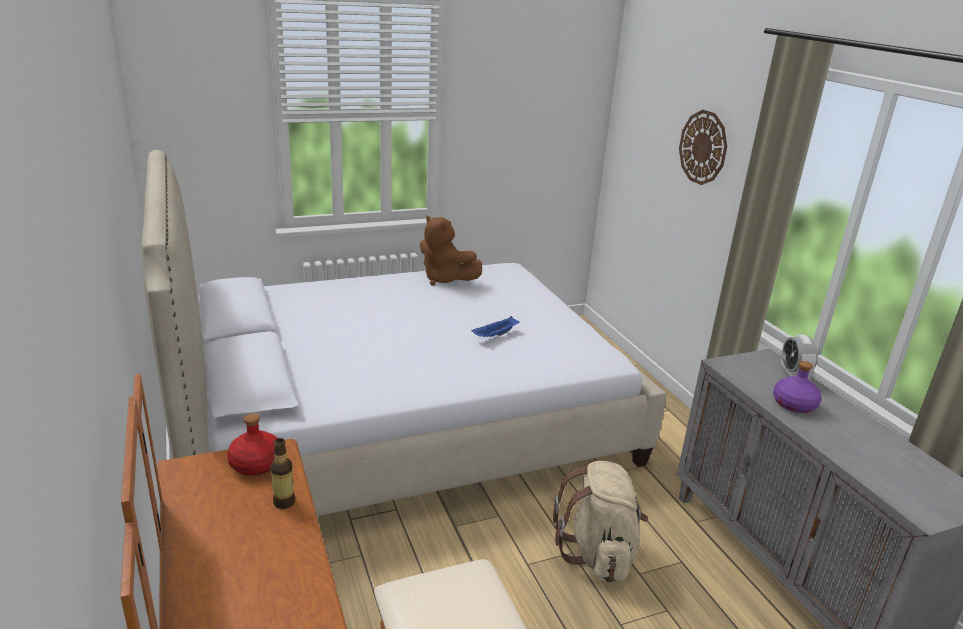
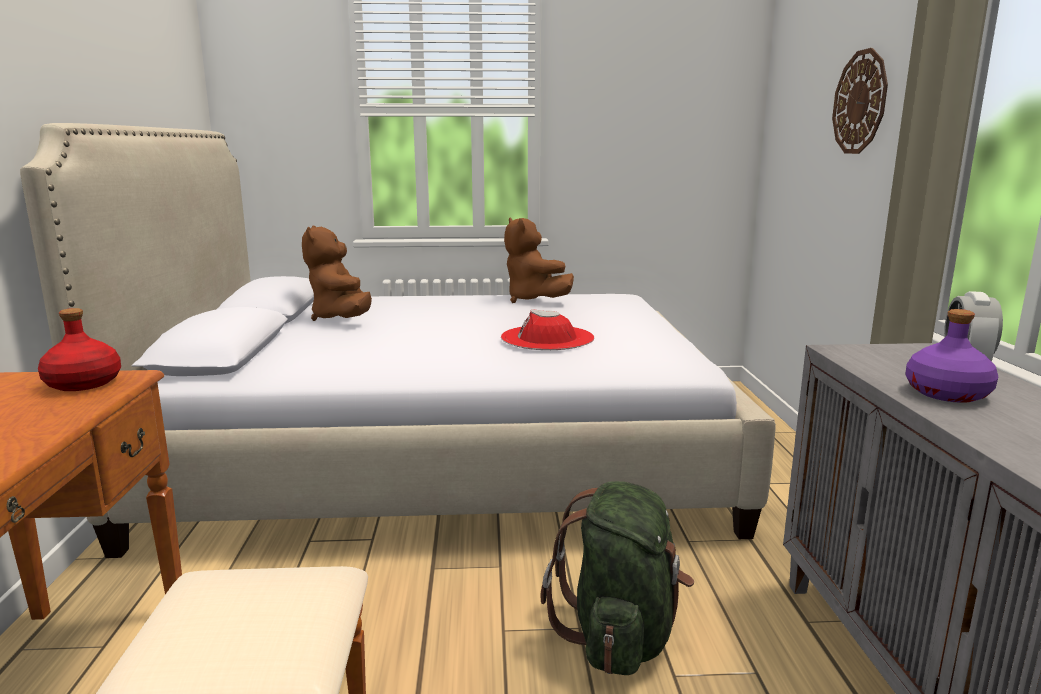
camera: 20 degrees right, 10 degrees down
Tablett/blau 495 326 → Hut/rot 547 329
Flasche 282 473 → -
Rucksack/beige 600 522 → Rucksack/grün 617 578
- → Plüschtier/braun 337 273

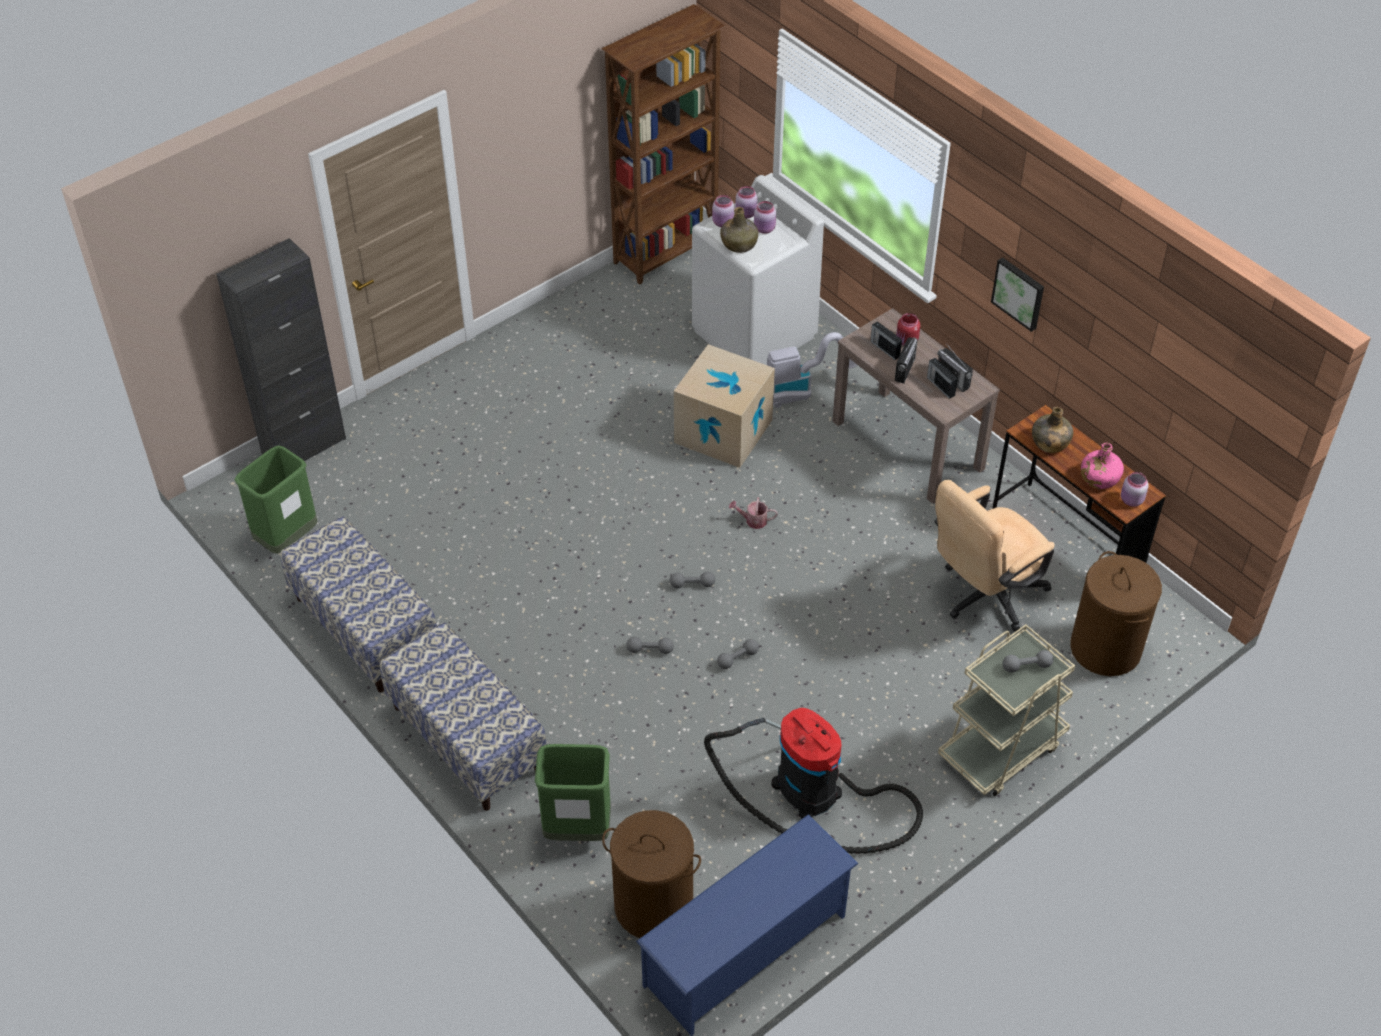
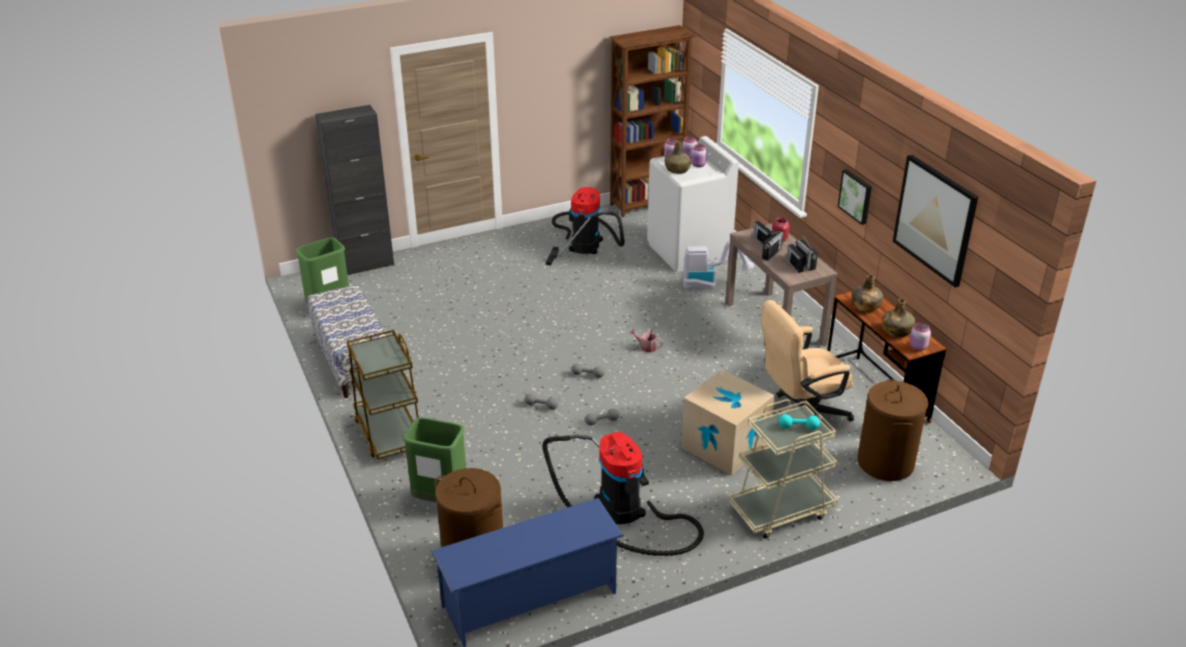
camera: 15 degrees right, 15 degrees down
Karton 724 406 → Karton 728 423, relocated
Flasche/rosa 1102 466 → Flasche/grün 898 318
Bank 463 716 → Rollwagen/braun 382 394
Hantel/grau 1028 661 → Hantel/türkis 799 422
- → Bild 935 221
- → Staubsauger 585 226

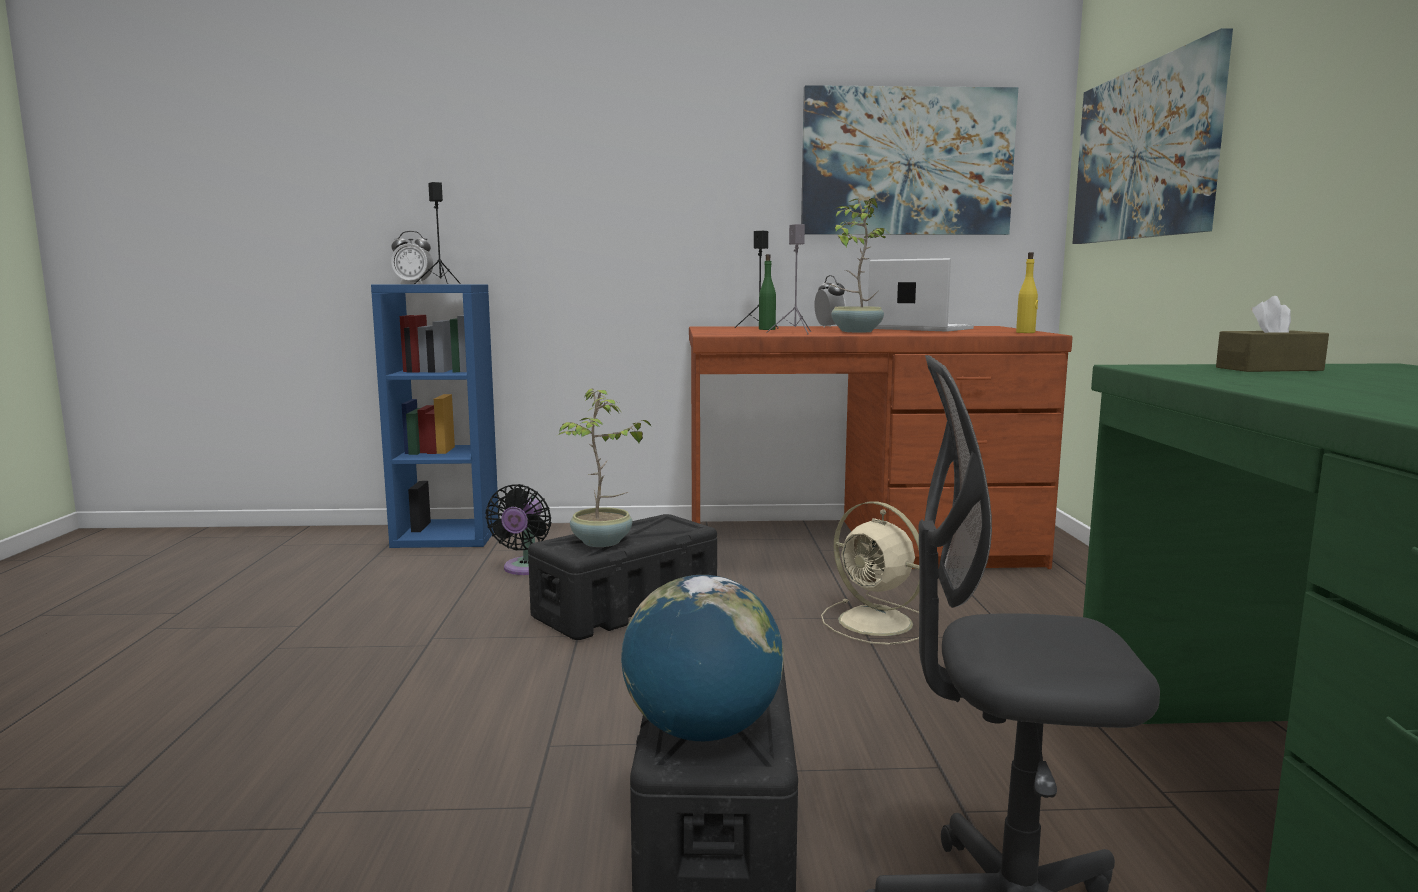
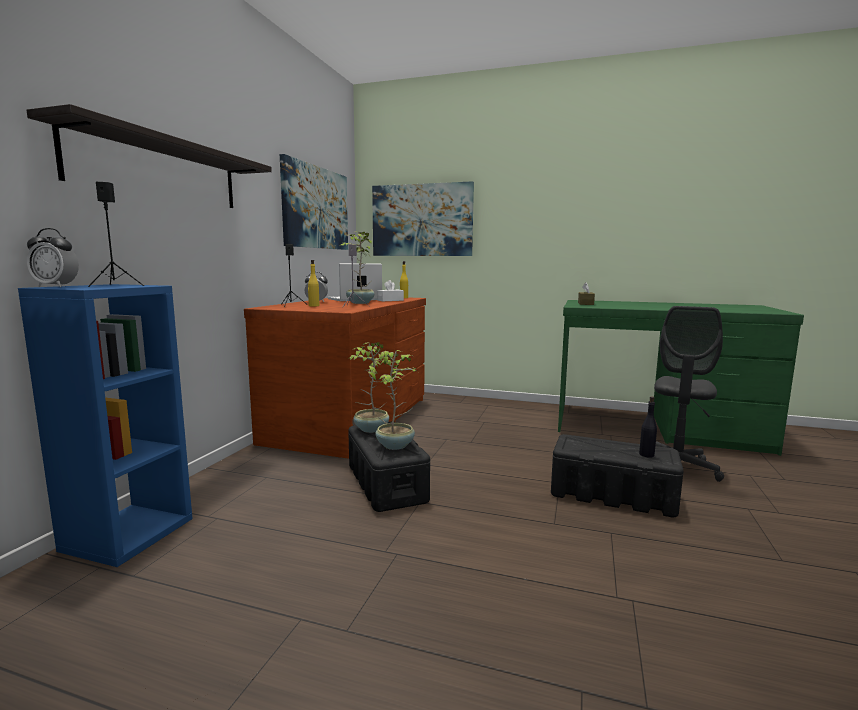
camera: 70 degrees left, 0 degrees up
Wecker 412 257 → Wecker 53 257, 75 degrees clockwise
Flasche/grün 767 292 → Flasche/gelb 314 283
Ventilator/schwarz 518 529 → -
Ventilator/beige 870 573 → -
Globus 702 658 → Flasche/schwarz 648 427
- → Wandregal 149 156
- → Taschentuchbox/weiß 390 290
- → Topfpflanze 368 387

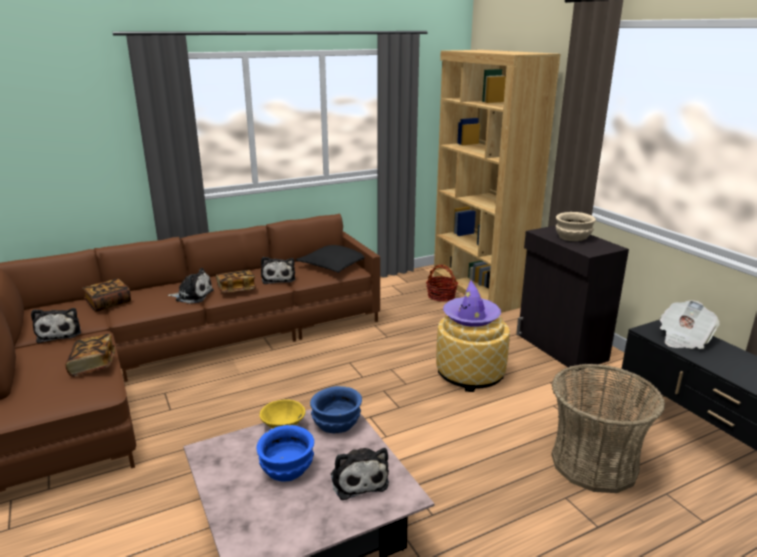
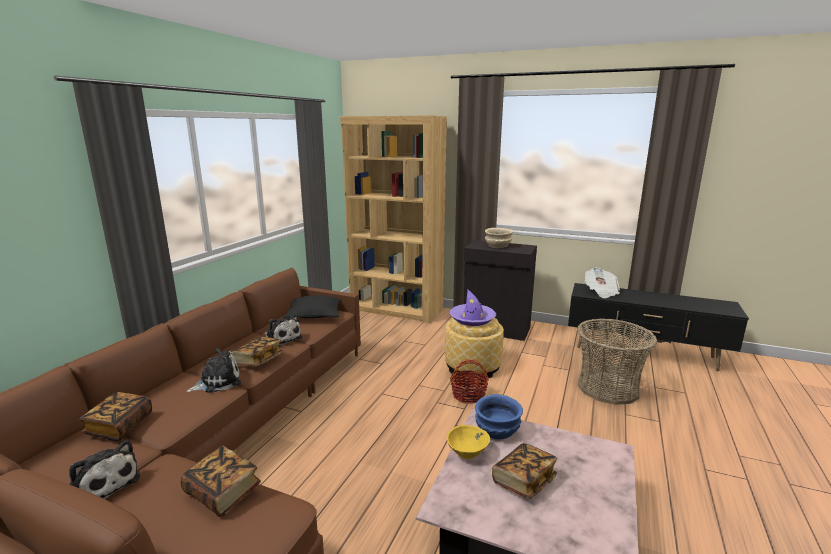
camera: 40 degrees left, 5 degrees down
Korb 442 283 → Korb 469 381, relocated
Schüssel/blau 285 453 → Buch 524 471
Plüschtier 360 474 → -

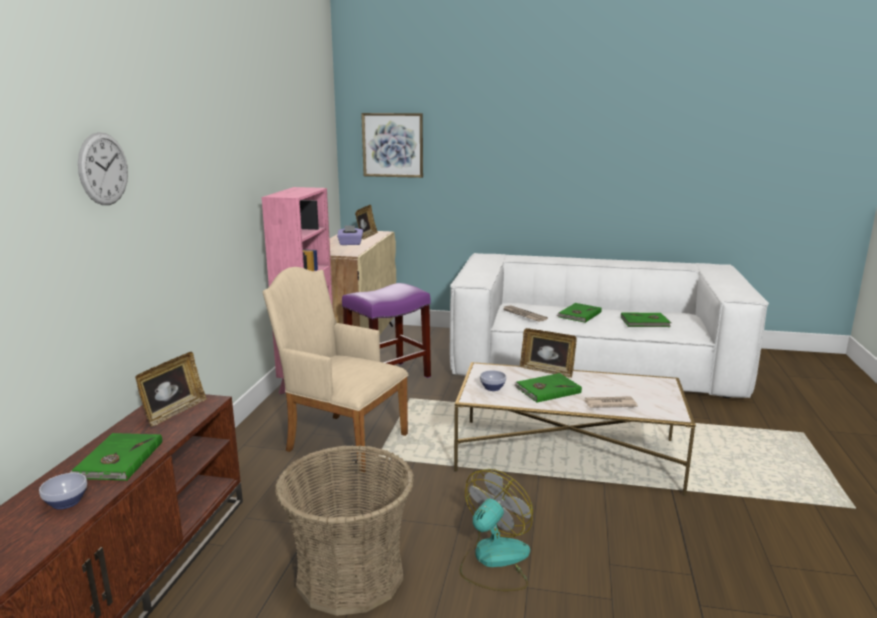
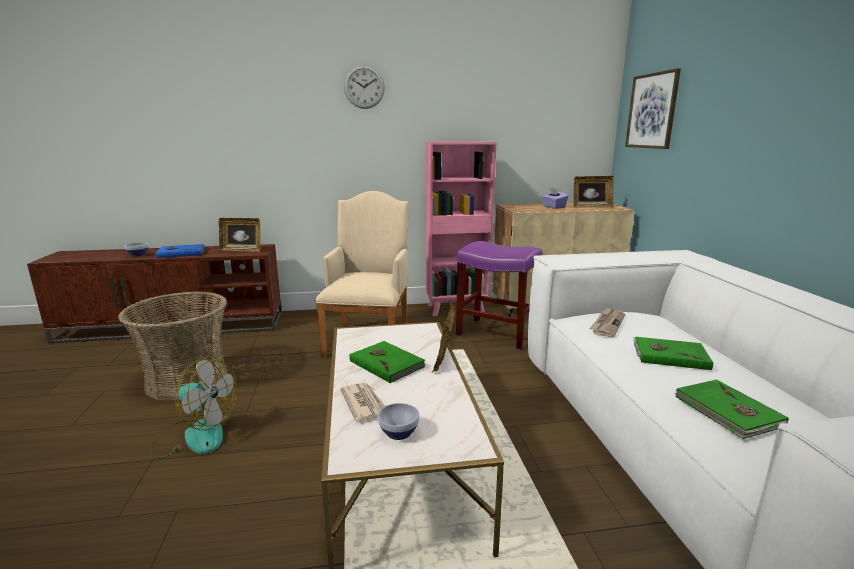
camera: 70 degrees right, 0 degrees up
Wanduhr 103 168 → Wanduhr 364 87, relocated
Schüssel 493 380 → Schüssel 399 421, relocated
Buch/grün 115 457 → Buch/blau 180 251

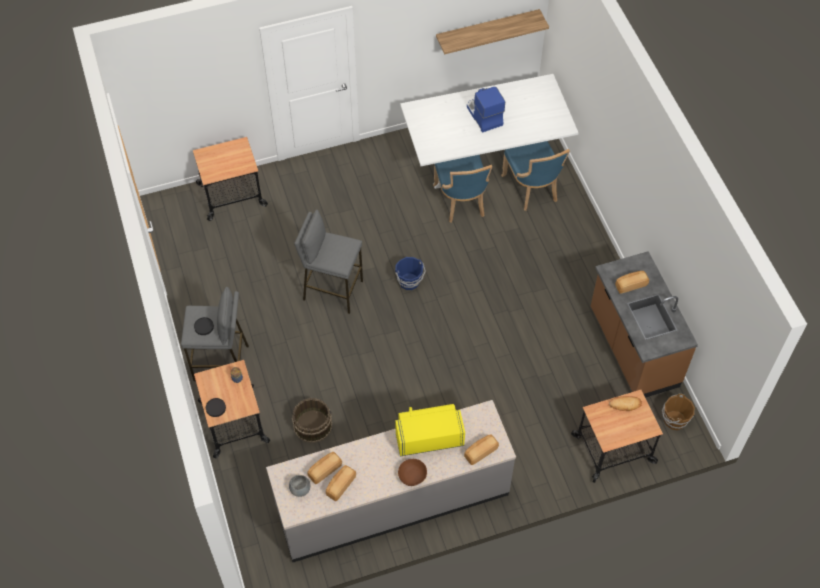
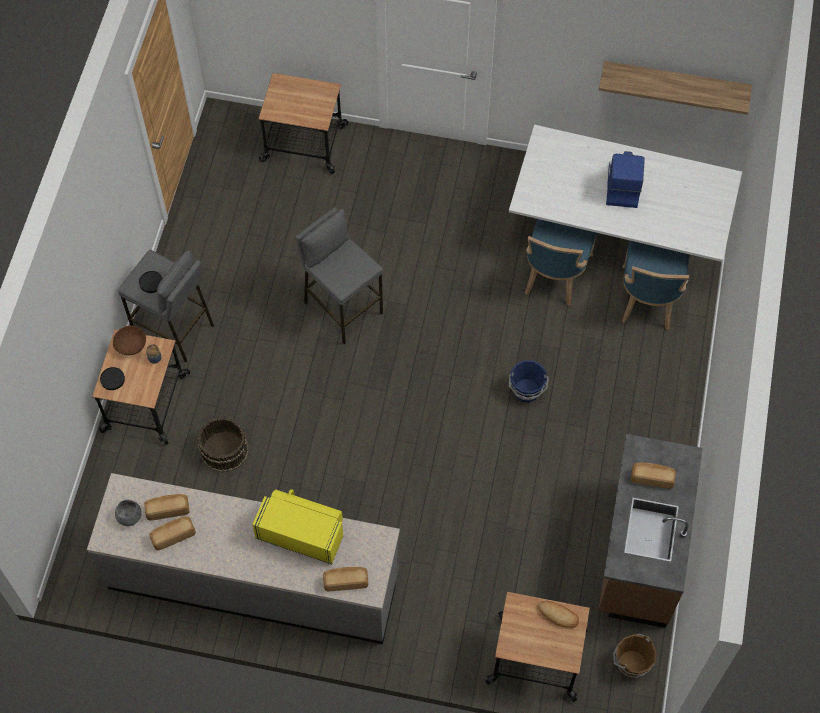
camera: 30 degrees right, 5 degrees up
Eimer/blau 410 273 → Eimer/blau 529 381, relocated
Schüssel/braun 412 472 → Schüssel/braun 129 340, relocated

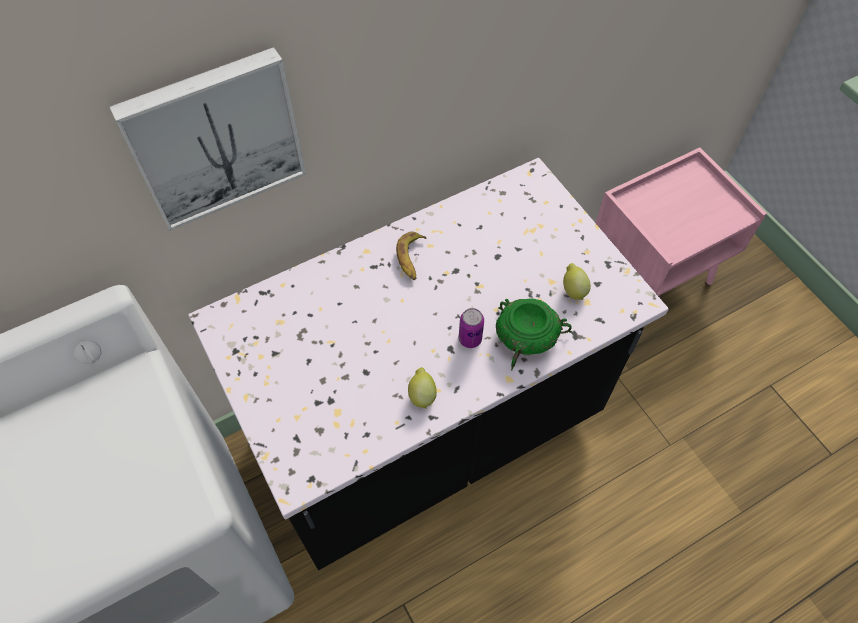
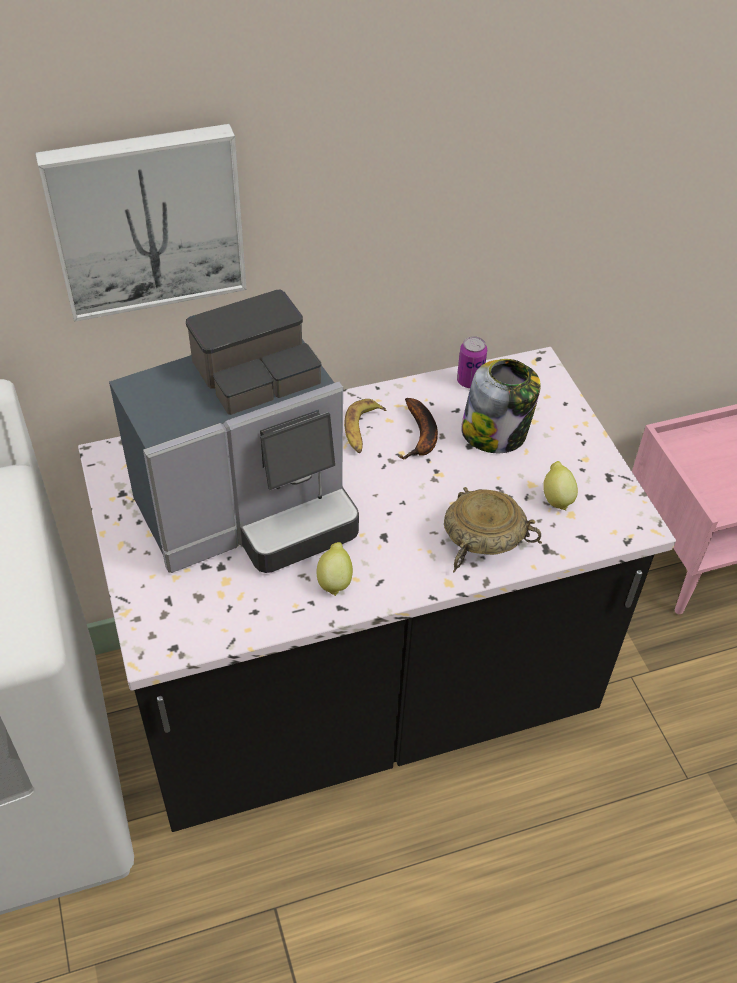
camera: 10 degrees right, 10 degrees down
Schüssel/grün 534 334 → Schüssel/beige 493 529
Dose 471 328 → Dose 472 362, relocated
- → Kaffeemaschine 234 431
- → Vorratsglas 501 406
- → Banane 418 428

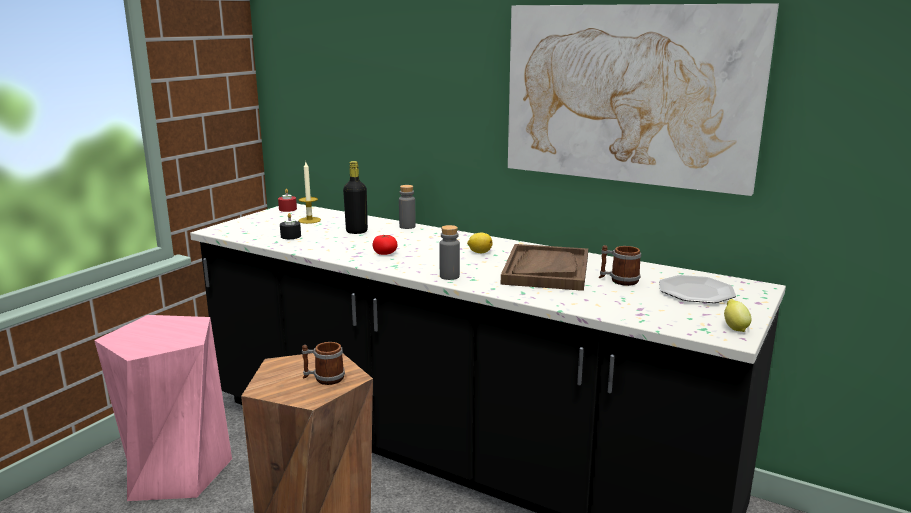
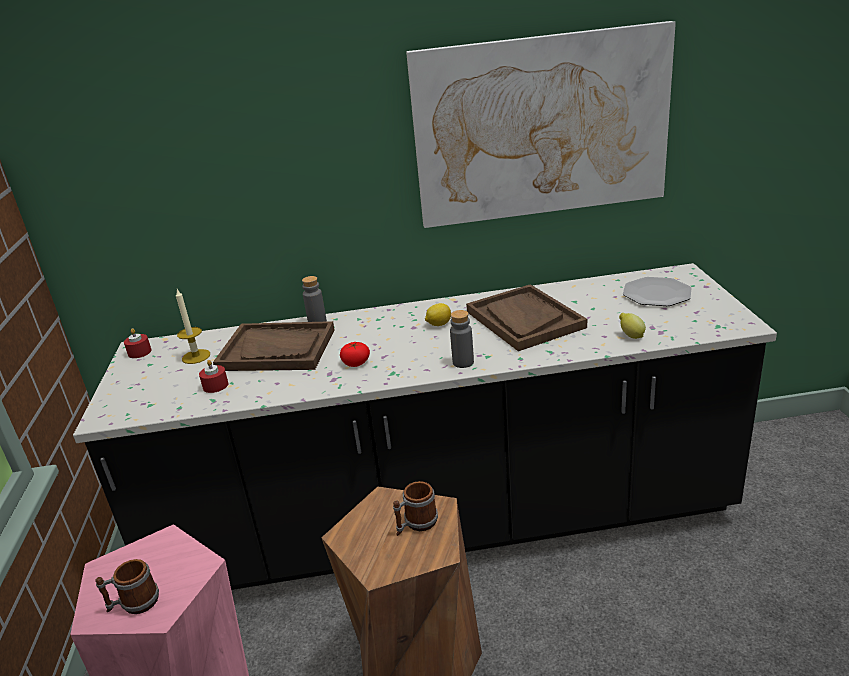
camera: 35 degrees left, 10 degrees up
Flasche/schwarz 355 197 → Tablett/braun 274 346
Kerze/schwarz 290 226 → Kerze/rot 213 376
Henkelbecher 620 265 → Henkelbecher 127 586, relocated
Zitrone 738 315 → Zitrone 632 326, relocated

